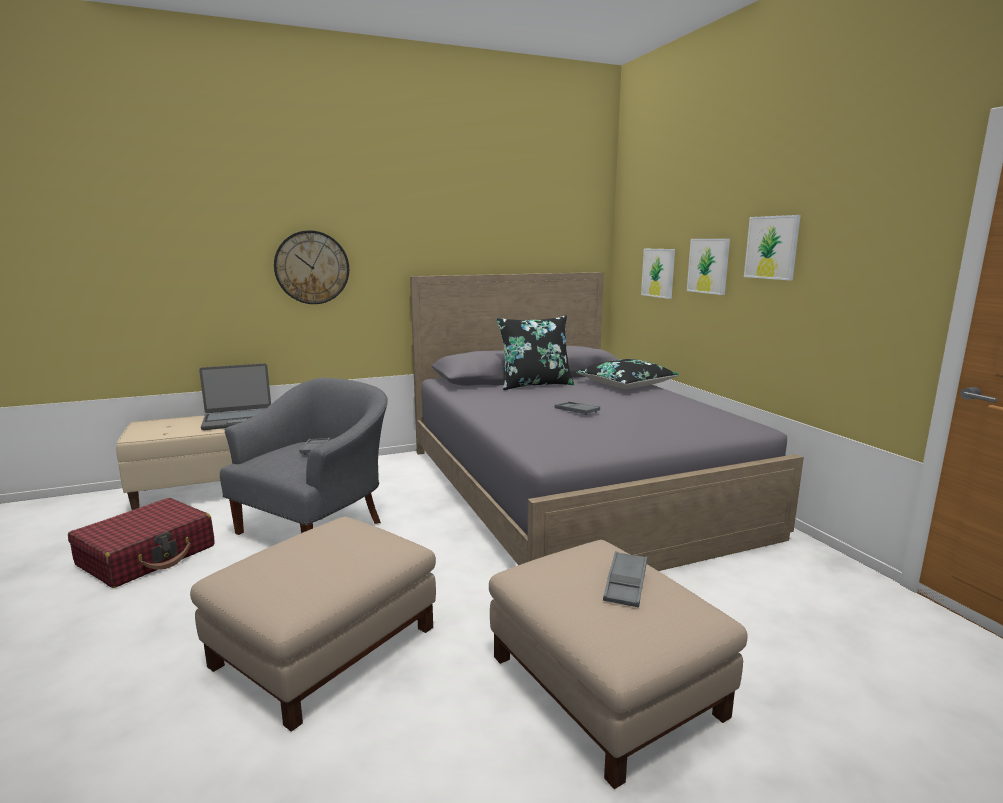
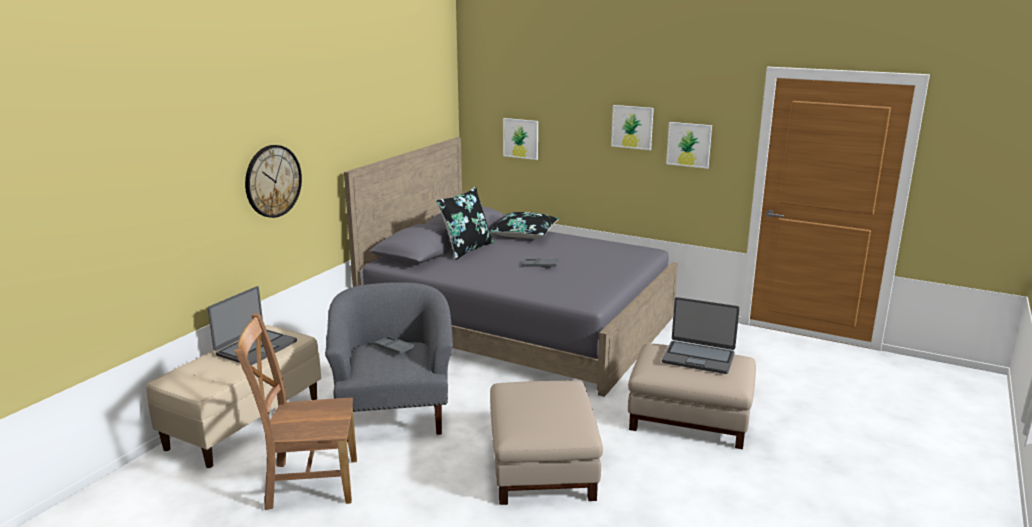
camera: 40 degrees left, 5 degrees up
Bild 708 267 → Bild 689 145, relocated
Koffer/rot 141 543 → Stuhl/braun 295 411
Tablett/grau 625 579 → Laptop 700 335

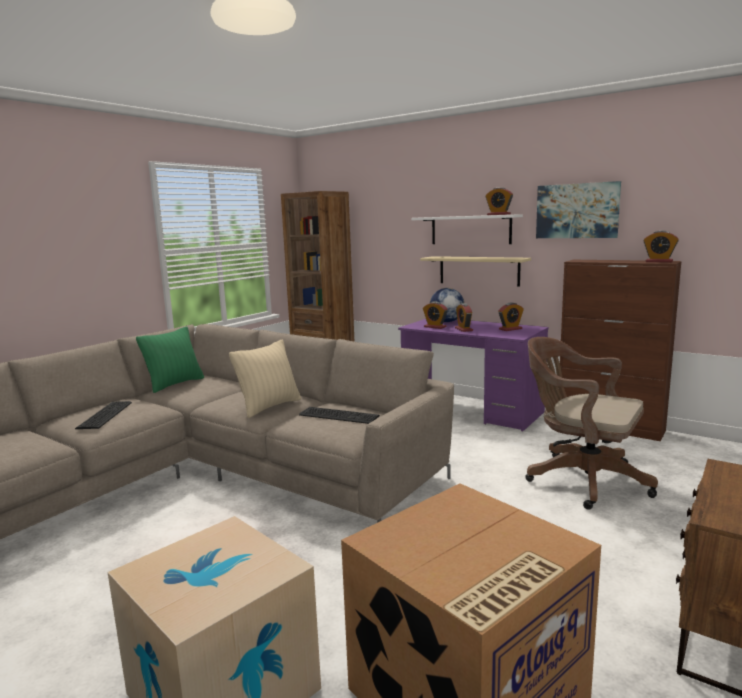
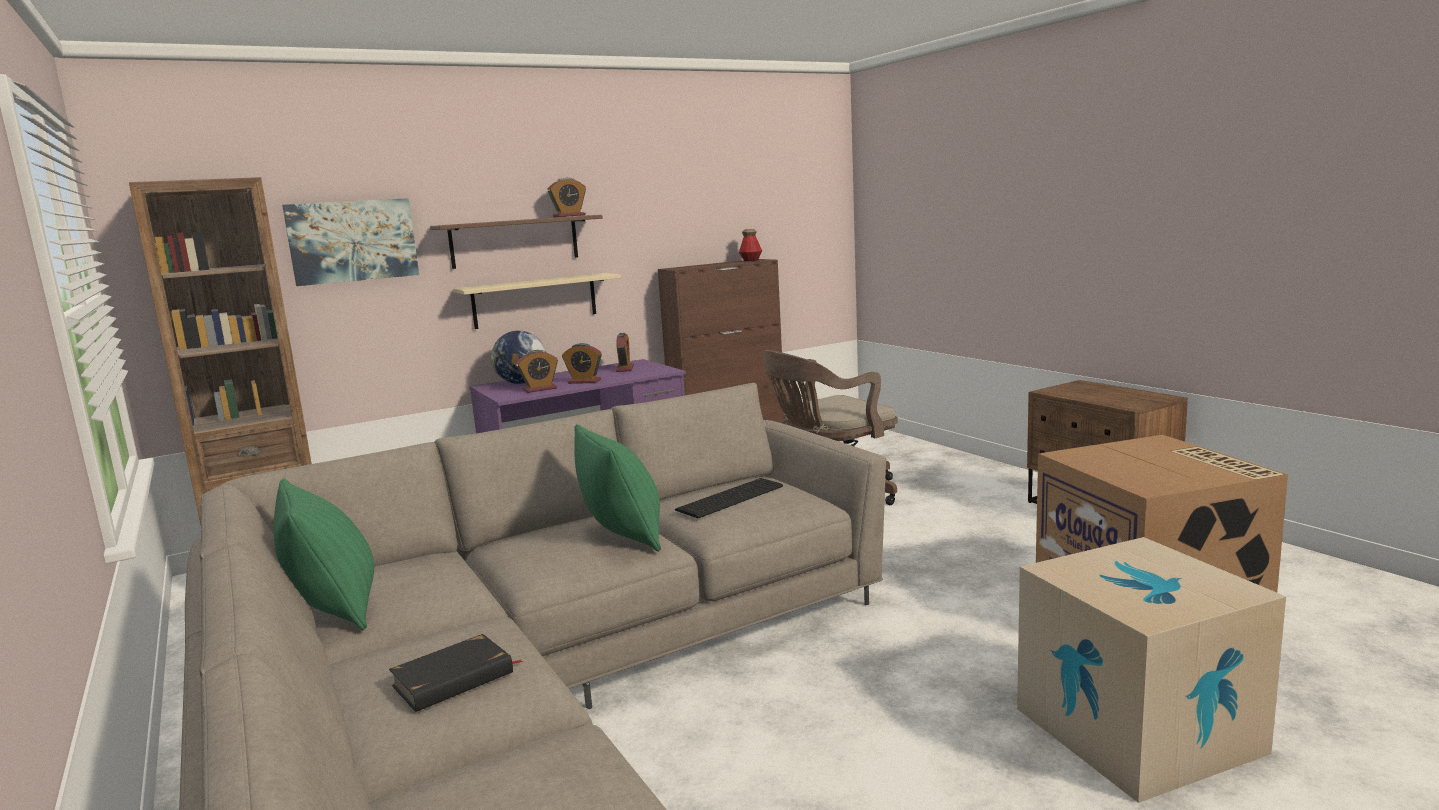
camera: 65 degrees left, 0 degrees up
Bild 578 209 → Bild 350 242, relocated
Wandregal/weiß 467 229 → Wandregal/braun 516 242
Wecker 661 246 → Flasche 750 245
Kissen/beige 265 378 → Kissen/grün 617 488
Tastatur 103 415 → Buch/schwarz 456 673

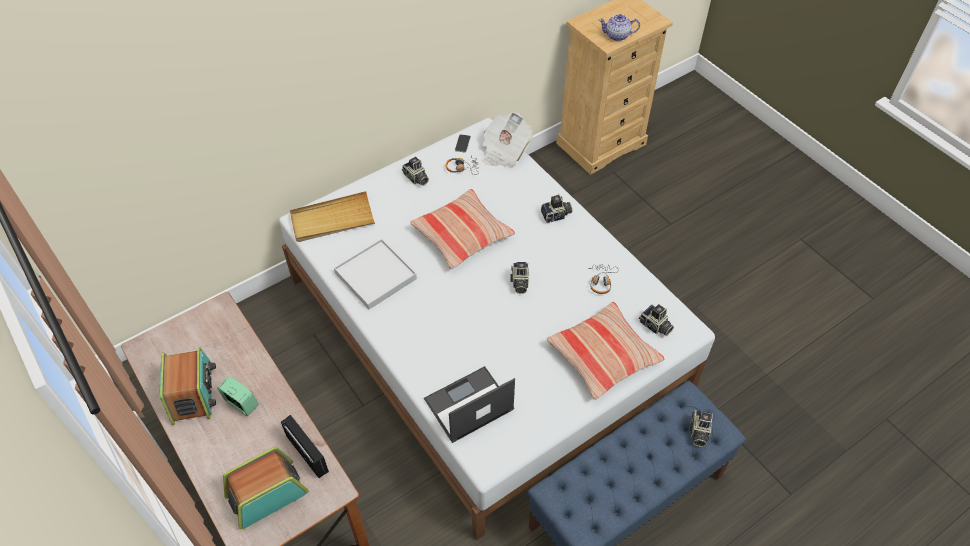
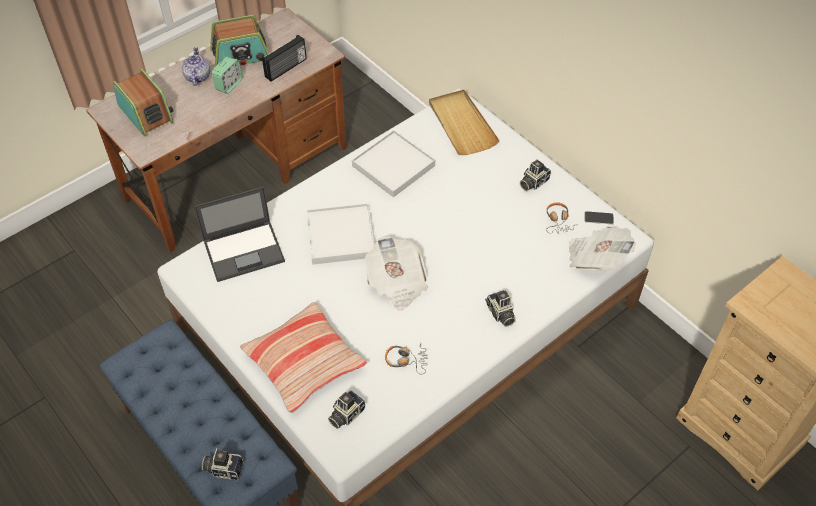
camera: 85 degrees right, 0 degrees up
Teekanne 619 27 → Teekanne 196 66, relocated
Kissen 462 229 → -
Kamera 519 278 → Zeitung 396 273
Laptop 469 404 → Laptop 239 234, 105 degrees clockwise
Radio 305 446 → Radio 284 58, relocated
- → Tablett/weiß 340 234

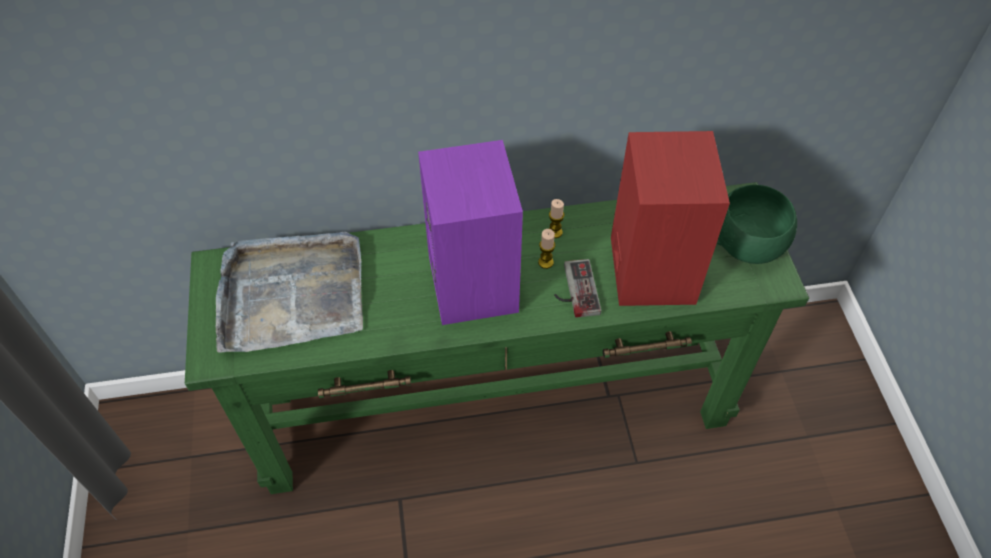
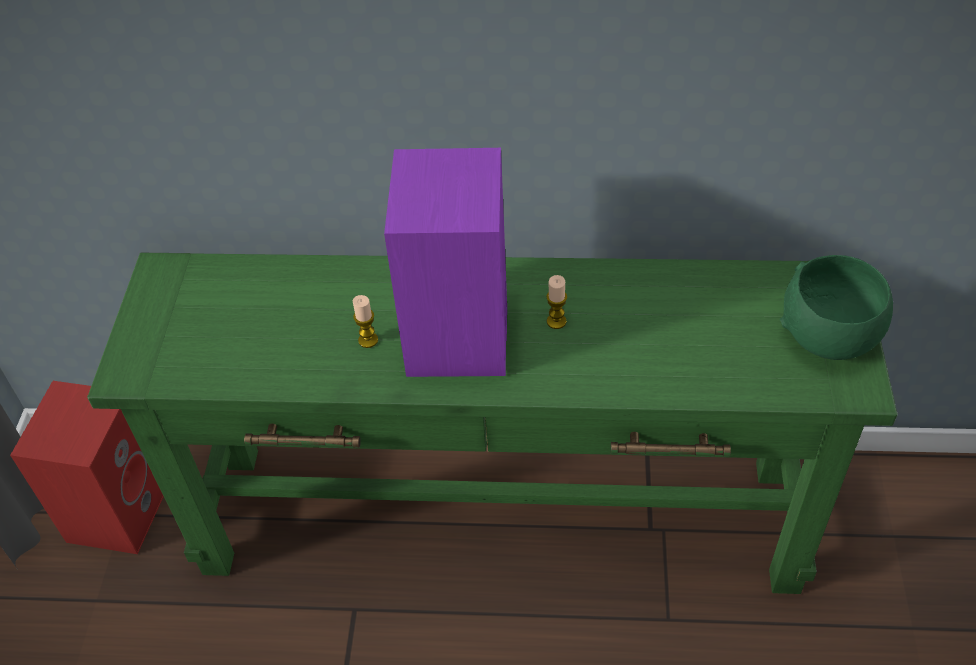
camera: 15 degrees right, 5 degrees down
Lautsprecher/rot 670 218 → Lautsprecher/rot 87 467, relocated
Kerze 557 218 → Kerze 365 321, relocated
Tablett/grau 289 292 → -
Gamepad 577 288 → -

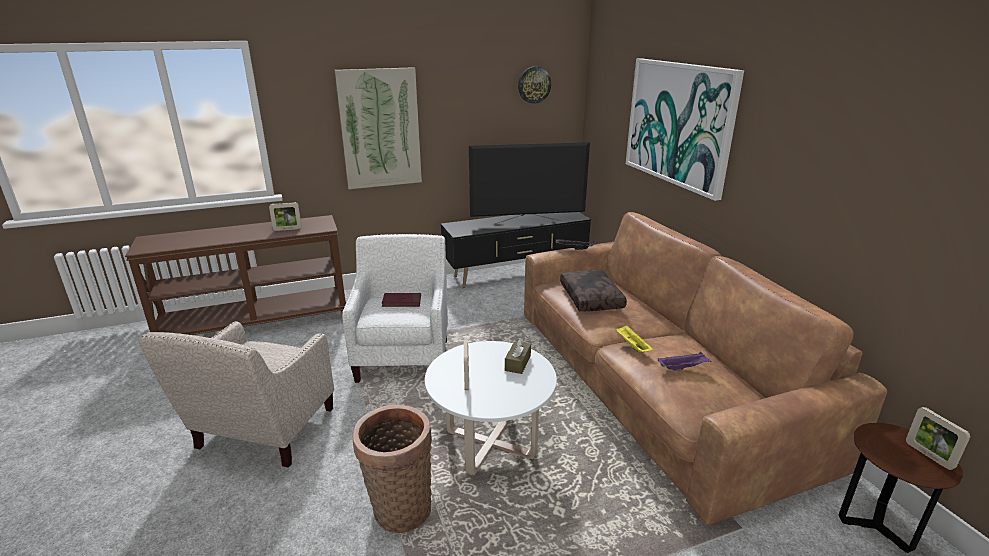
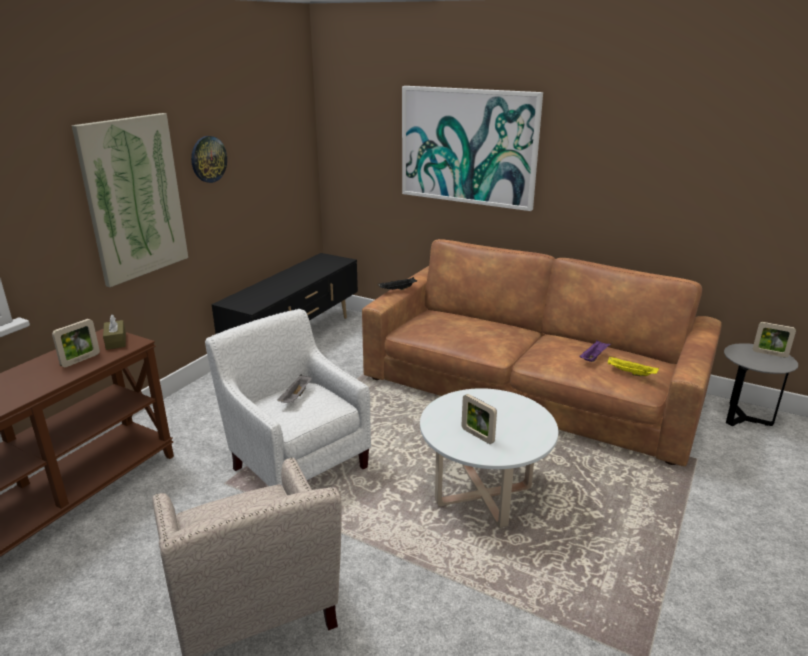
camera: 40 degrees left, 0 degrees up
Wanduhr 534 85 → Wanduhr 209 159, relocated
Fernseher 529 183 → -
Kissen/braun 593 291 → -
Buch/rot 401 300 → Tablett/grau 294 388
Tablett/gelb 634 338 → Tablett/gelb 633 366, relocated
Taschentuchbox/braun 518 356 → Taschentuchbox/braun 114 332, relocated
Korb 392 468 → -
Beistelltisch/braun 901 488 → Beistelltisch/grau 761 384

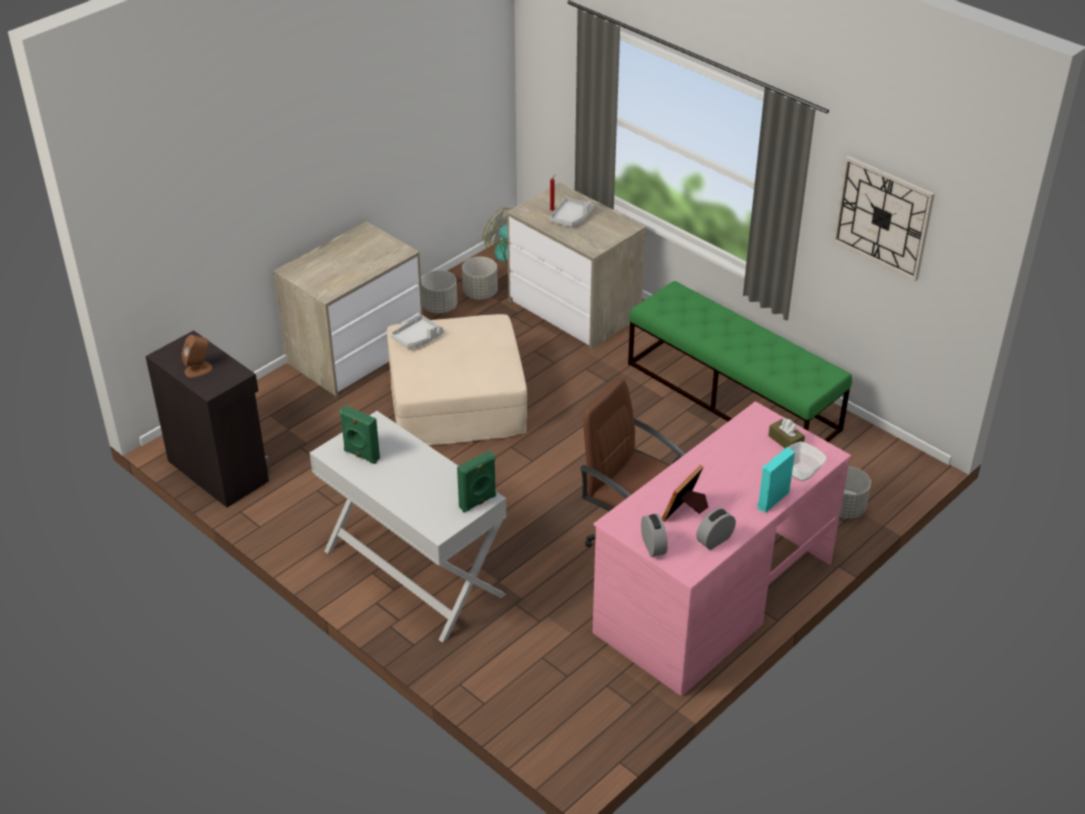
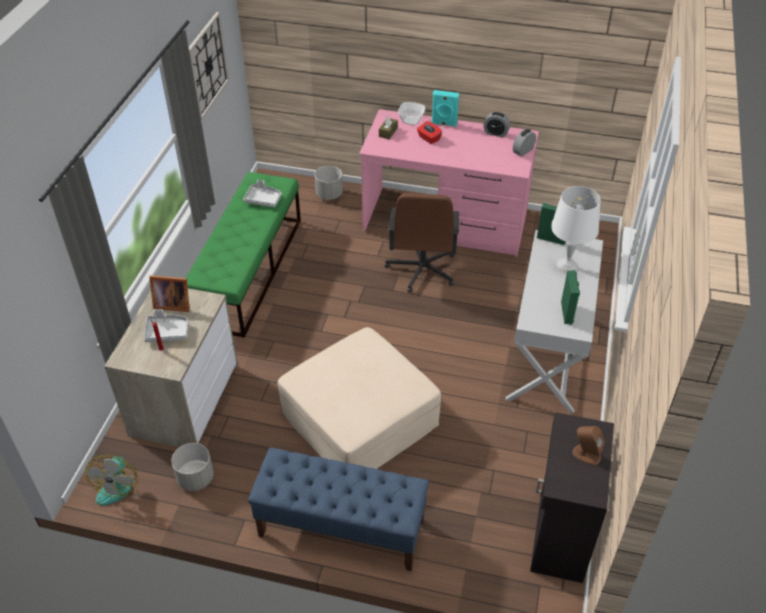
camera: 120 degrees left, 5 degrees up
Kommode 348 308 → Bank/blau 338 509
Pflanzkübel/grau 439 291 → -
Tablett/grau 417 332 → Tablett/grau 262 193, relocated
Bilderrahmen 685 493 → Bilderrahmen 169 293, relocated
- → Taschentuchbox/rot 429 132
- → Tischlampe/weiß 576 229

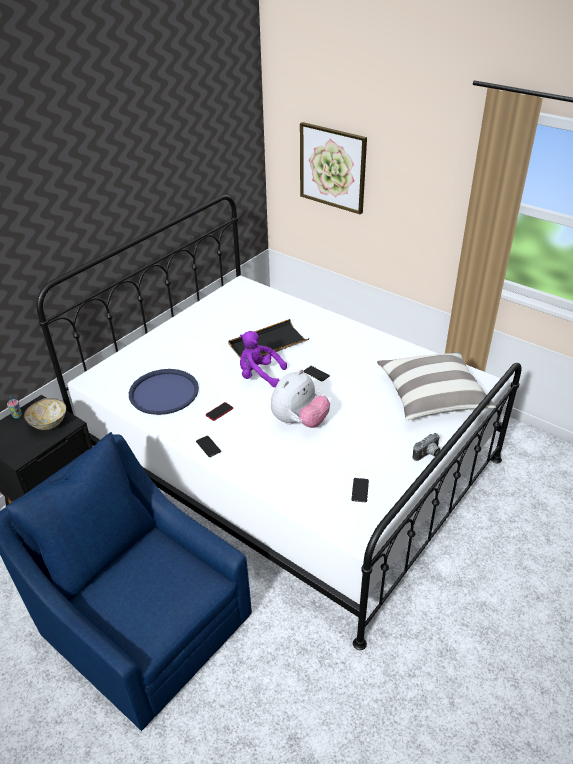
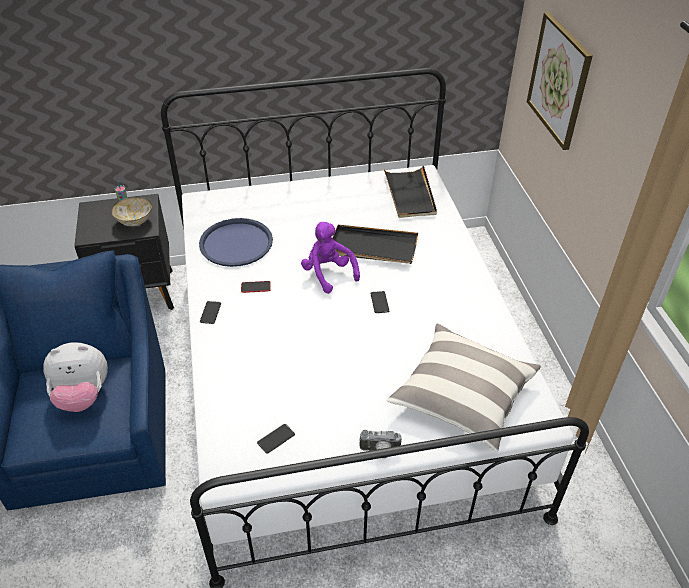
camera: 40 degrees right, 5 degrees up
Plüschtier 300 398 → Plüschtier 75 377, relocated
- → Tablett/schwarz 410 191

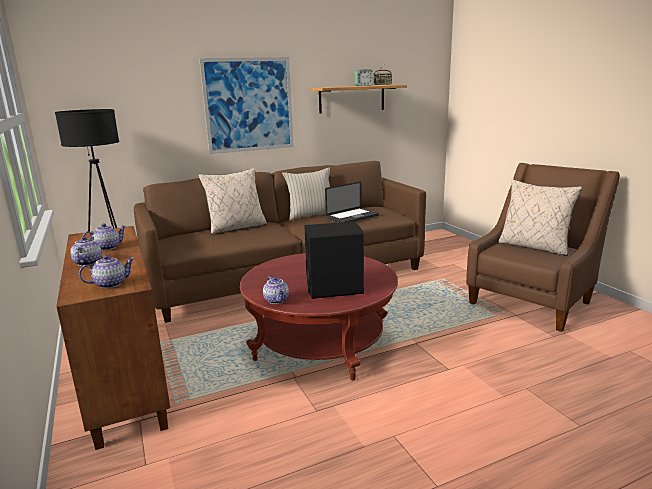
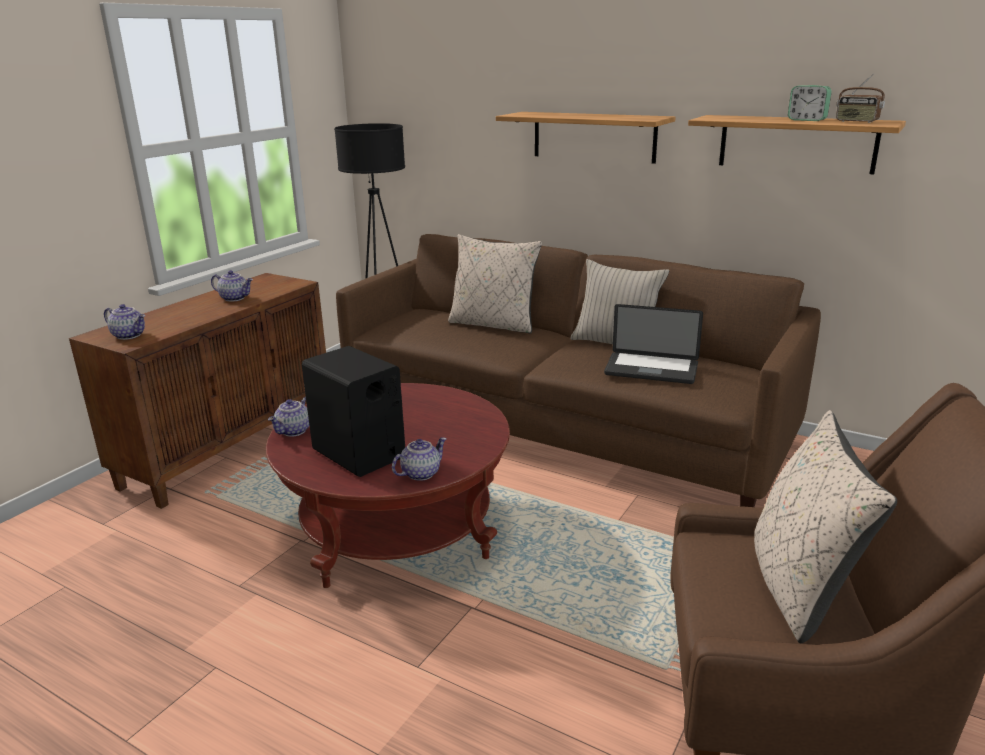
camera: 55 degrees right, 5 degrees up
Bild 246 105 → Wandregal 586 138
Teekanne 86 251 → Teekanne 419 459, relocated

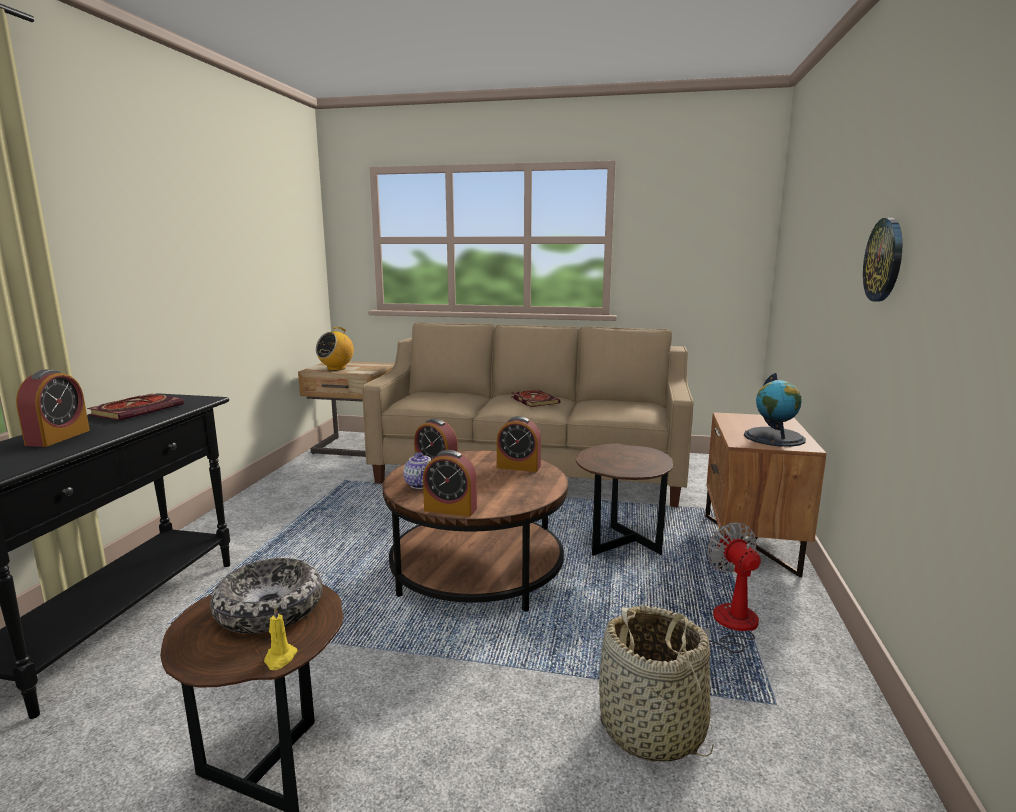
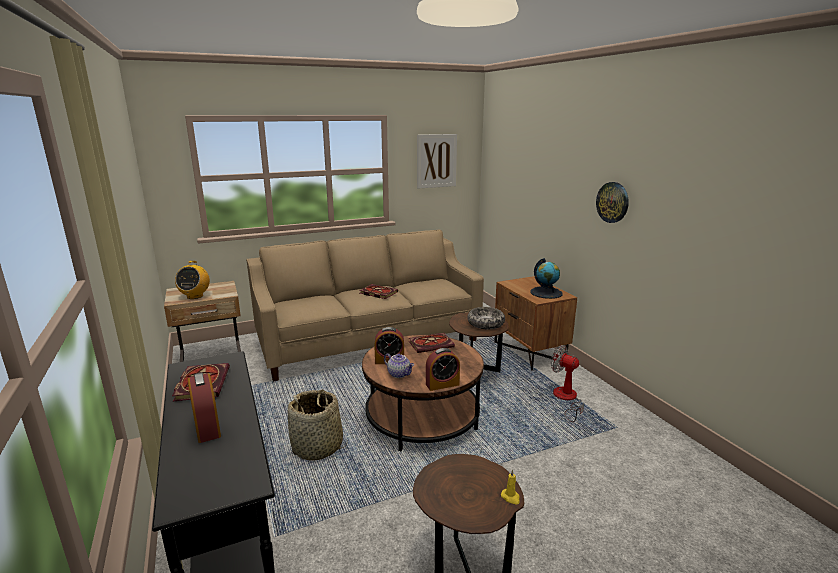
camera: 35 degrees left, 5 degrees up
Wecker 519 444 → Buch 432 343
Schüssel 266 596 → Schüssel 486 318, relocated
Korb 656 684 → Korb 317 425, relocated
- → Bild 437 161

